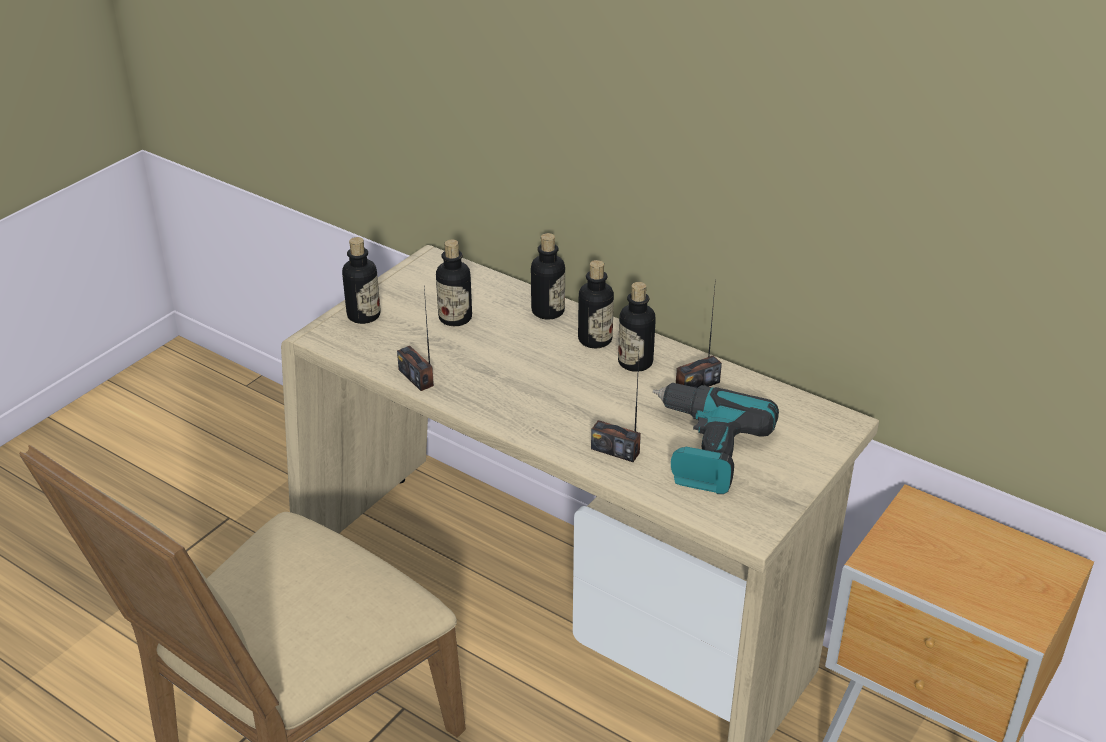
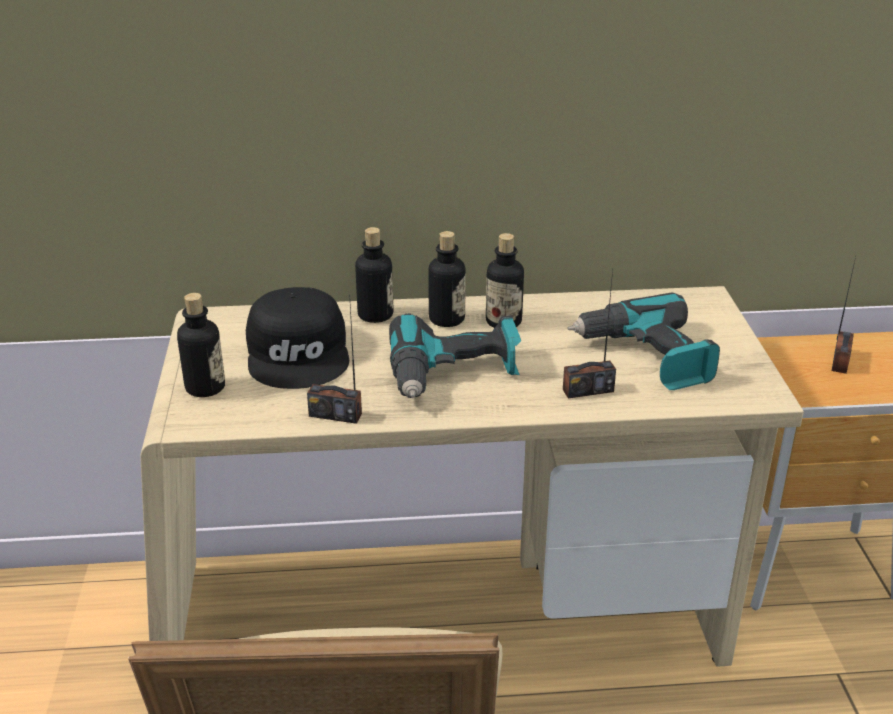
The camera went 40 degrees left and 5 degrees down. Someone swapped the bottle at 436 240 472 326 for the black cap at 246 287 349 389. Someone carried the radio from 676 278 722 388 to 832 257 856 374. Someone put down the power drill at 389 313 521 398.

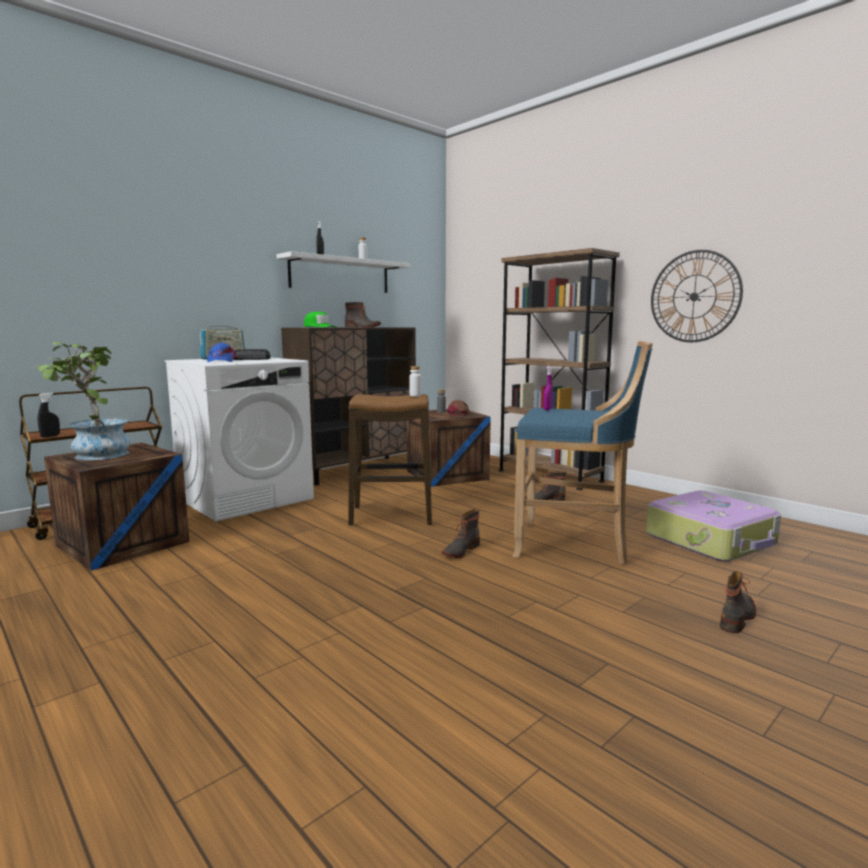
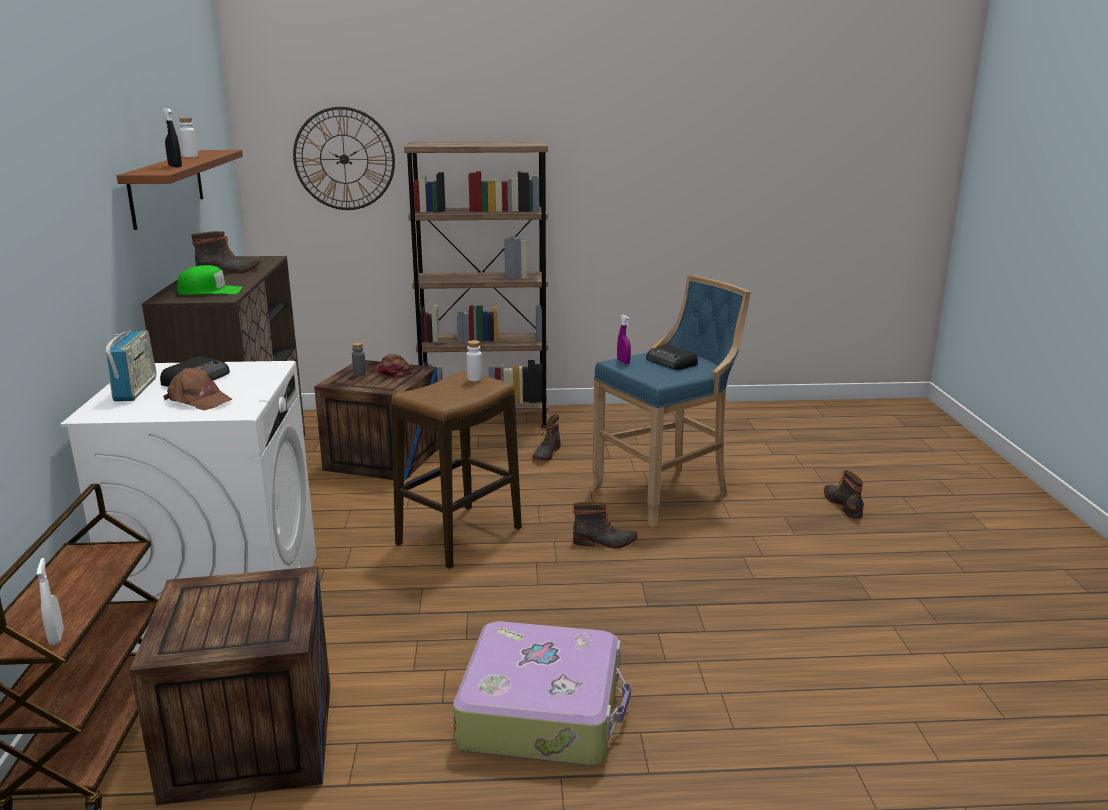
The camera went 50 degrees left and 10 degrees up. Someone took away the potted plant at 36 342 131 460. Someone repainted the black spray bottle at 38 393 60 438, which became the white spray bottle at 37 558 64 645. Someone repainted the blue cap at 207 342 237 362, which became the brown cap at 163 368 233 410. Someone repainted the white shelf at 277 251 410 293, which became the brown shelf at 117 150 243 230. Someone rotated the boot at 442 509 480 558 by 75 degrees counterclockwise. Someone carried the suitcase from 646 491 781 562 to 453 621 631 766. Someone carried the wall clock from 651 250 743 342 to 293 107 395 210. Someone put down the radio at 646 344 698 370.

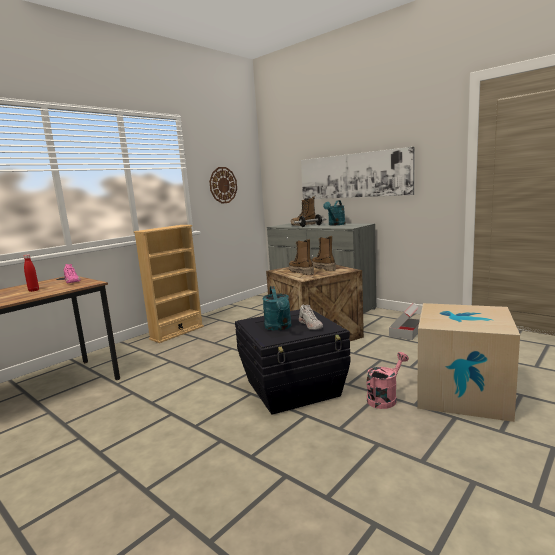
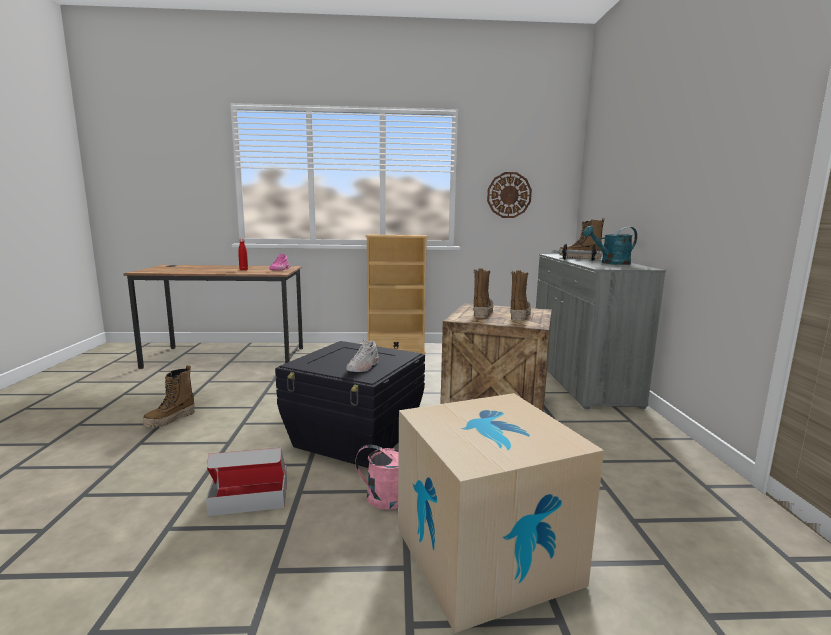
The camera went 45 degrees right and 0 degrees up. Someone took away the turquoise watering can at 262 286 292 331. Someone took away the picture at 301 147 414 199. Someone carried the cardboard box from 389 303 420 340 to 206 448 287 516. Someone put down the boot at 143 365 195 428.

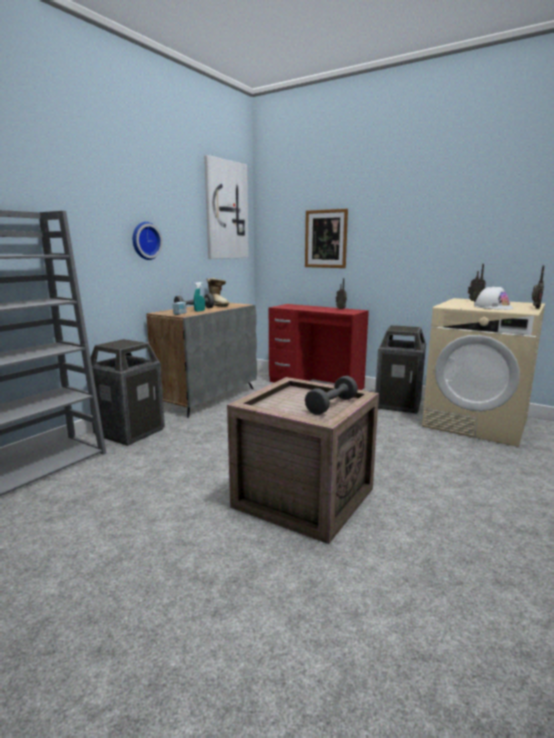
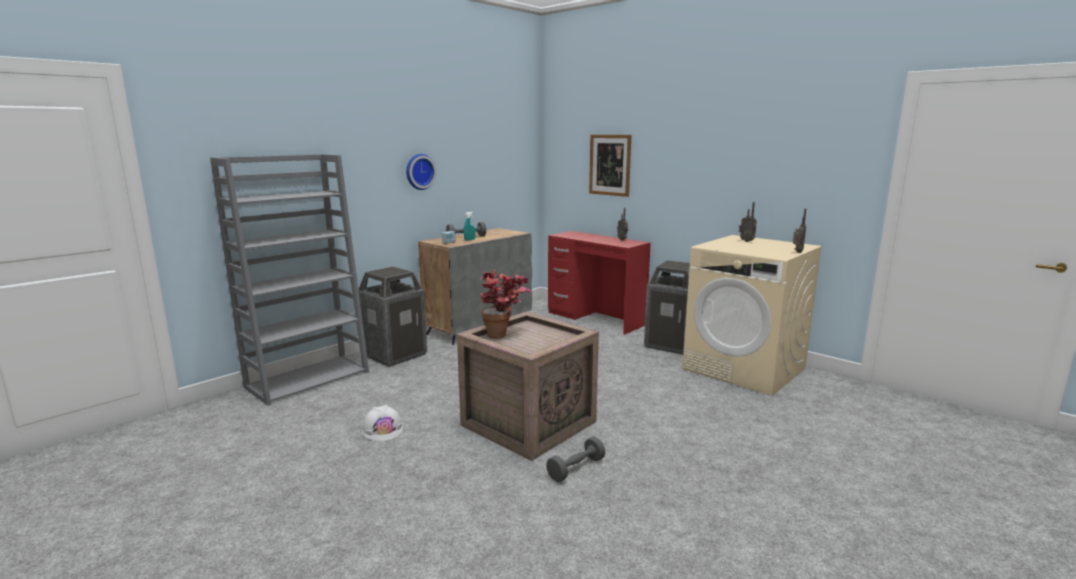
The camera went 10 degrees right and 0 degrees up. Someone took away the picture at 204 155 249 259. Someone took away the boot at 206 278 229 307. Someone carried the grey dumbbell from 305 376 358 415 to 546 437 605 482. Someone carried the white hard hat from 474 287 513 310 to 362 405 404 441. Someone put down the potted plant at 480 270 531 339.

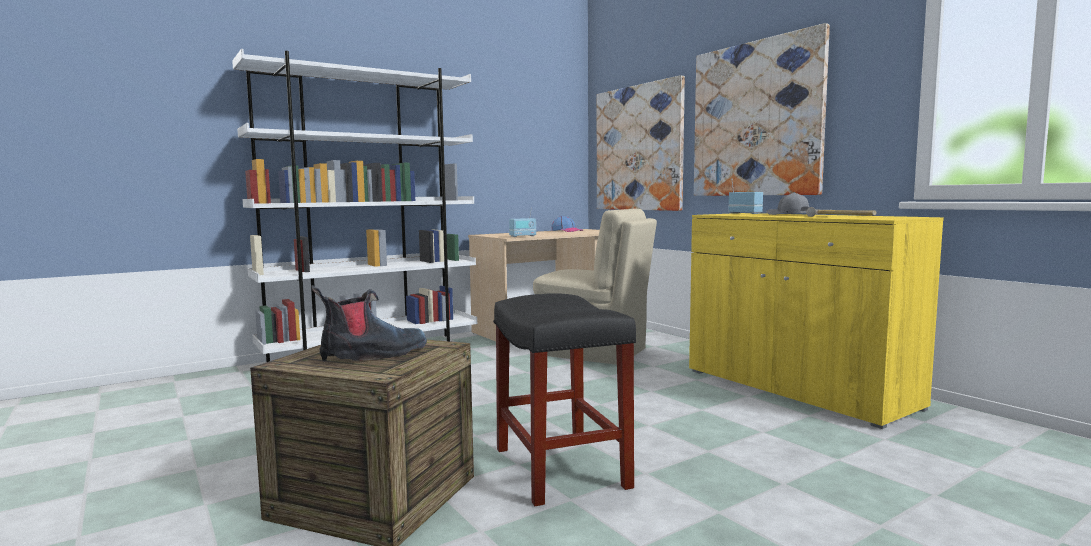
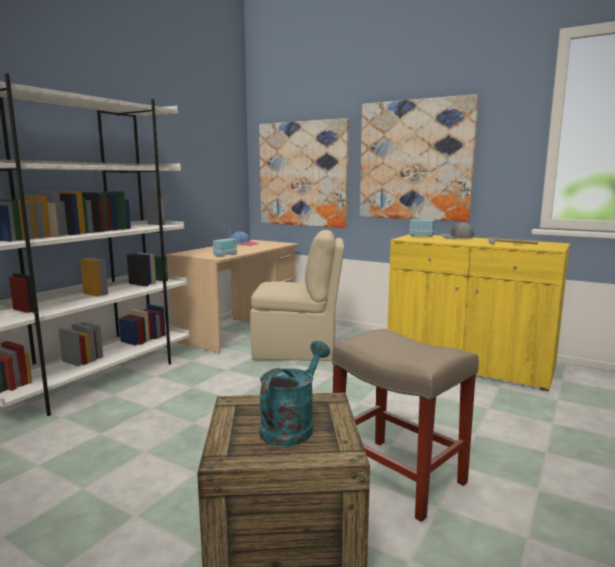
The camera went 25 degrees left and 5 degrees up. Someone swapped the boot at 311 285 427 362 for the turquoise watering can at 259 341 330 446. Someone repainted the black stool at 493 293 636 506, which became the beige stool at 332 329 479 522.

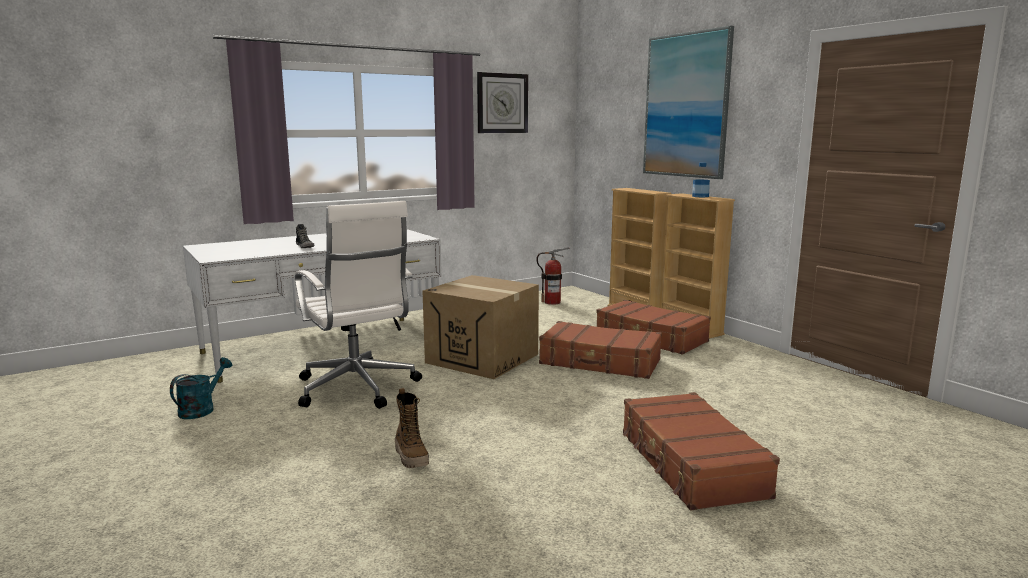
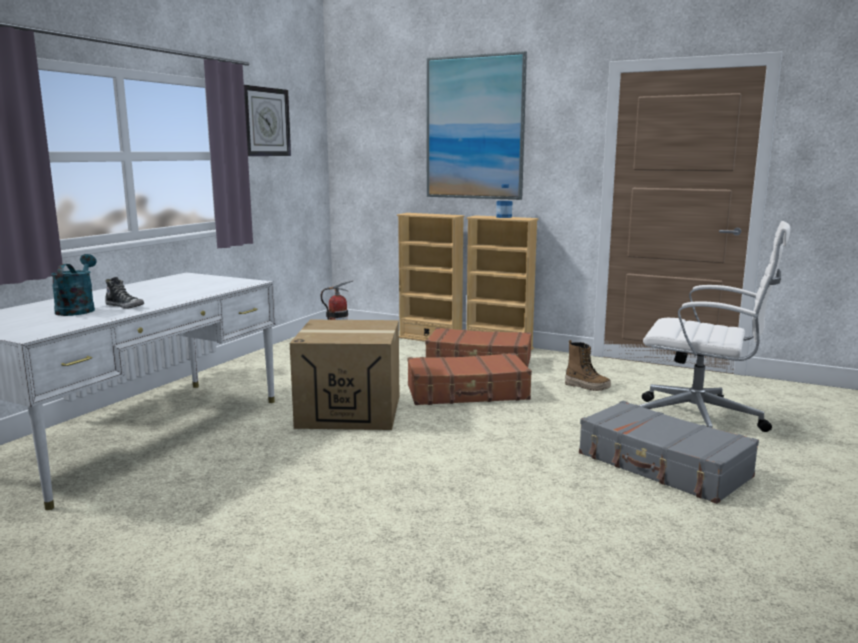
The camera went 30 degrees left and 0 degrees up. Someone carried the turquoise watering can from 170 357 232 419 to 51 254 96 316. Someone carried the white office chair from 295 201 422 409 to 639 221 790 432. Someone carried the boot from 395 388 429 468 to 565 340 611 391. Someone repainted the brown suitcase at 623 392 780 510, which became the grey suitcase at 579 401 759 504.

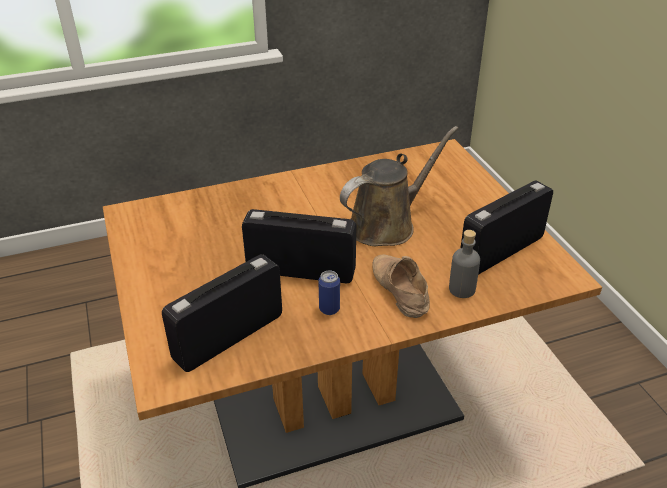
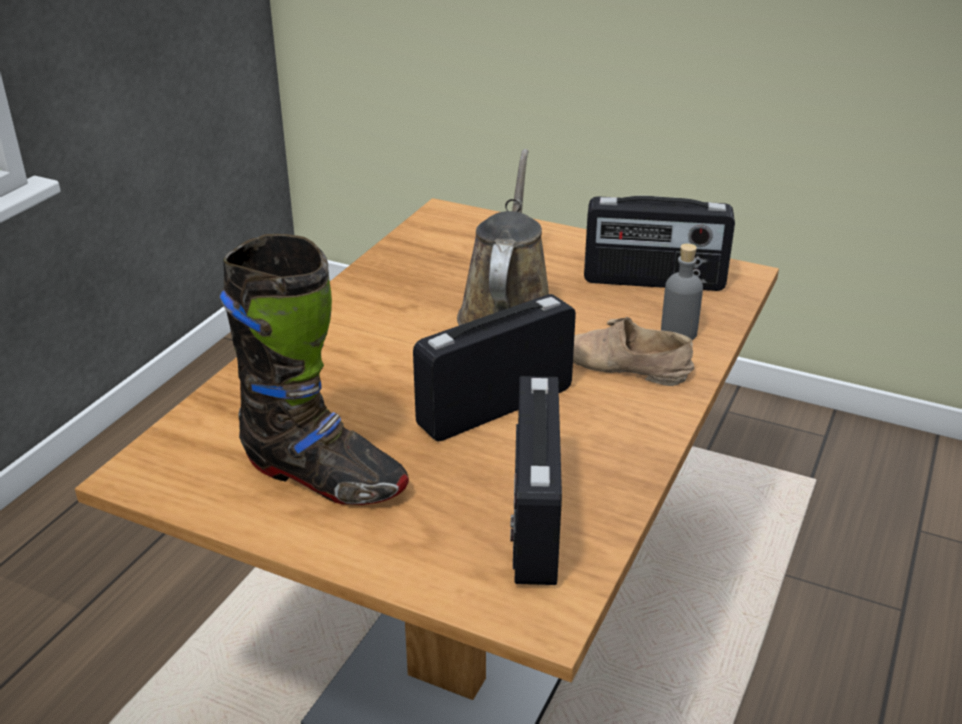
The camera went 45 degrees left and 5 degrees down. Someone took away the can at 318 270 340 315. Someone rotated the radio at 461 180 553 275 by 90 degrees counterclockwise. Someone put down the black boot at 220 234 409 505.

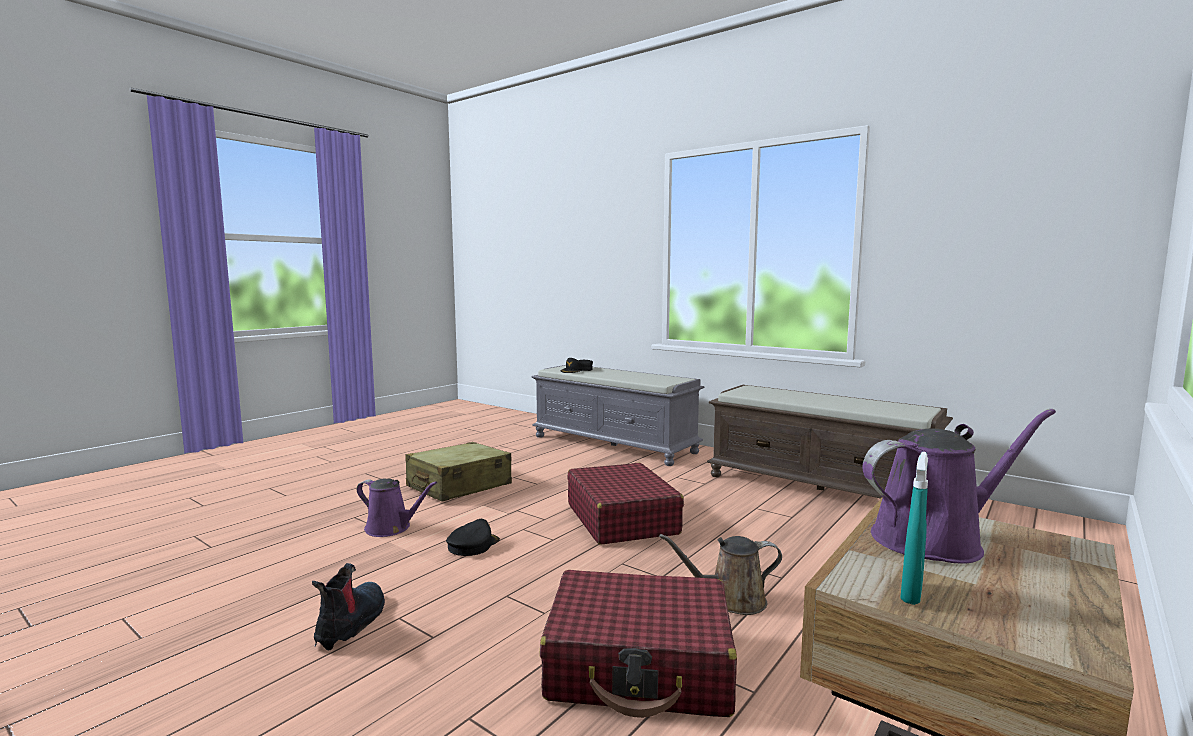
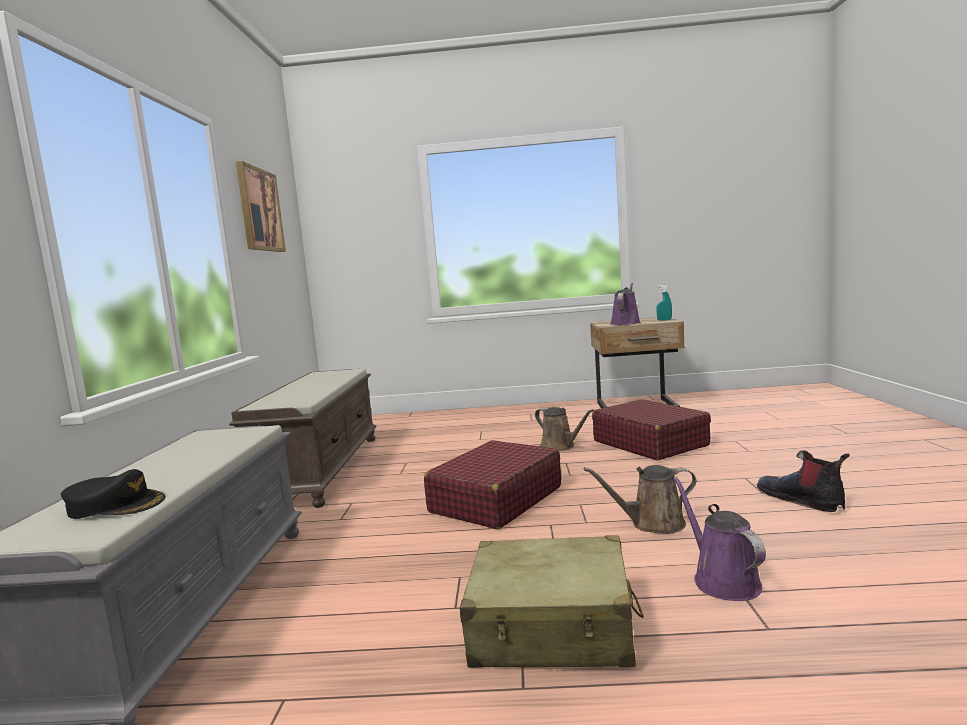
The camera went 125 degrees left and 0 degrees up. Someone rotated the boot at 312 563 385 650 by 90 degrees clockwise. Someone swapped the black cap at 446 519 500 556 for the brown watering can at 584 465 696 534. Someone rotated the purple watering can at 862 409 1056 564 by 75 degrees clockwise. Someone put up the picture at 236 161 286 252.

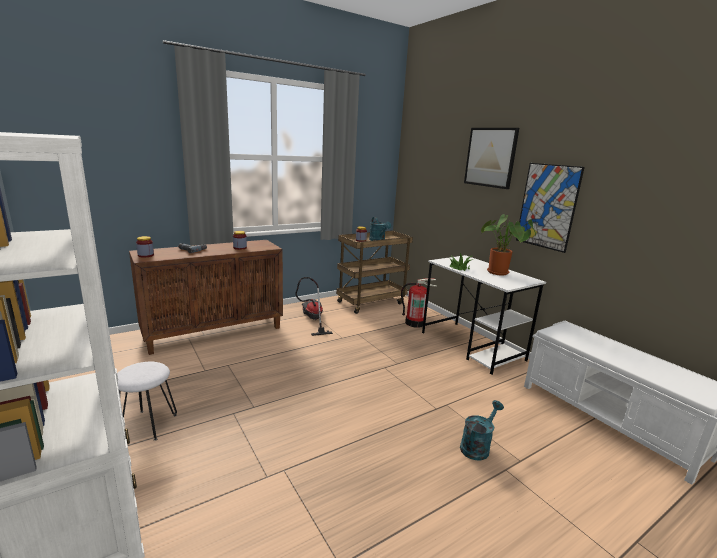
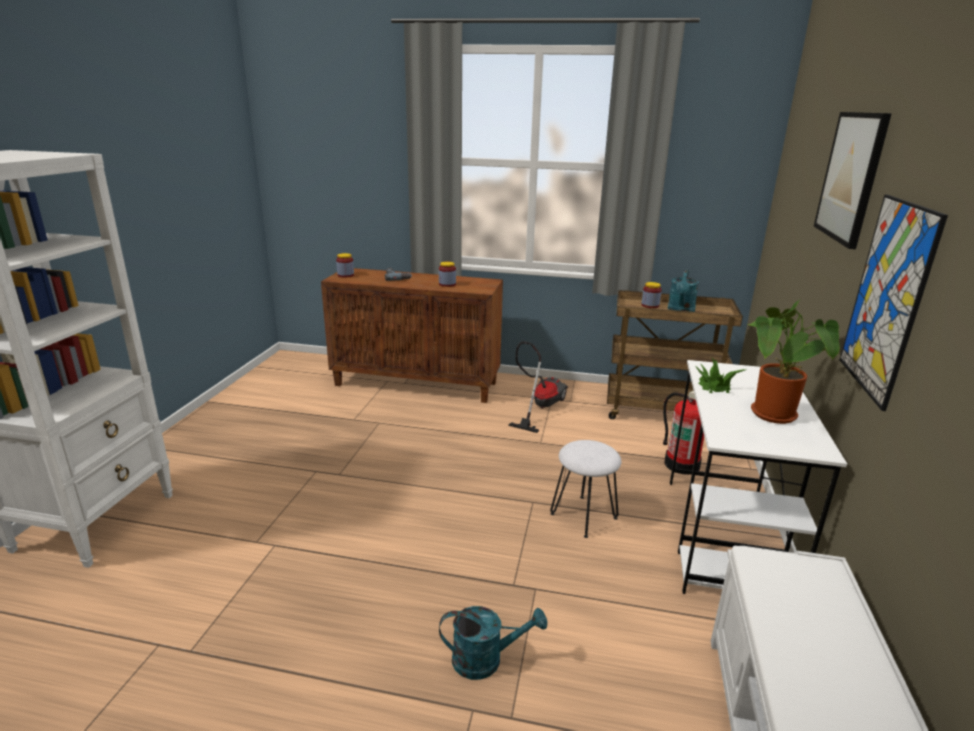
The camera went 45 degrees right and 5 degrees up. Someone carried the white stool from 117 362 177 441 to 550 440 621 538.

